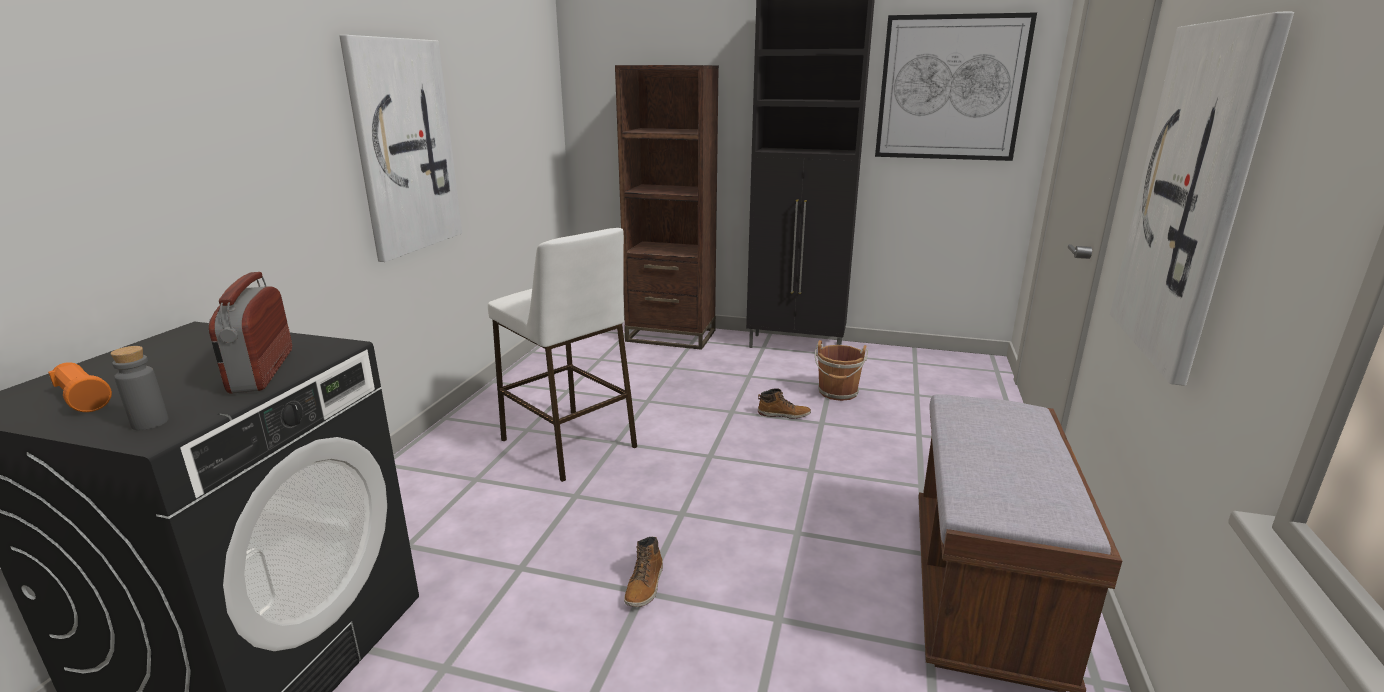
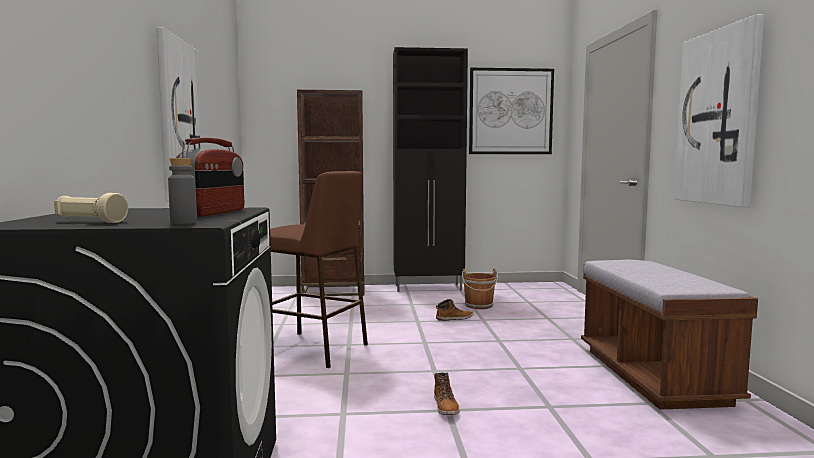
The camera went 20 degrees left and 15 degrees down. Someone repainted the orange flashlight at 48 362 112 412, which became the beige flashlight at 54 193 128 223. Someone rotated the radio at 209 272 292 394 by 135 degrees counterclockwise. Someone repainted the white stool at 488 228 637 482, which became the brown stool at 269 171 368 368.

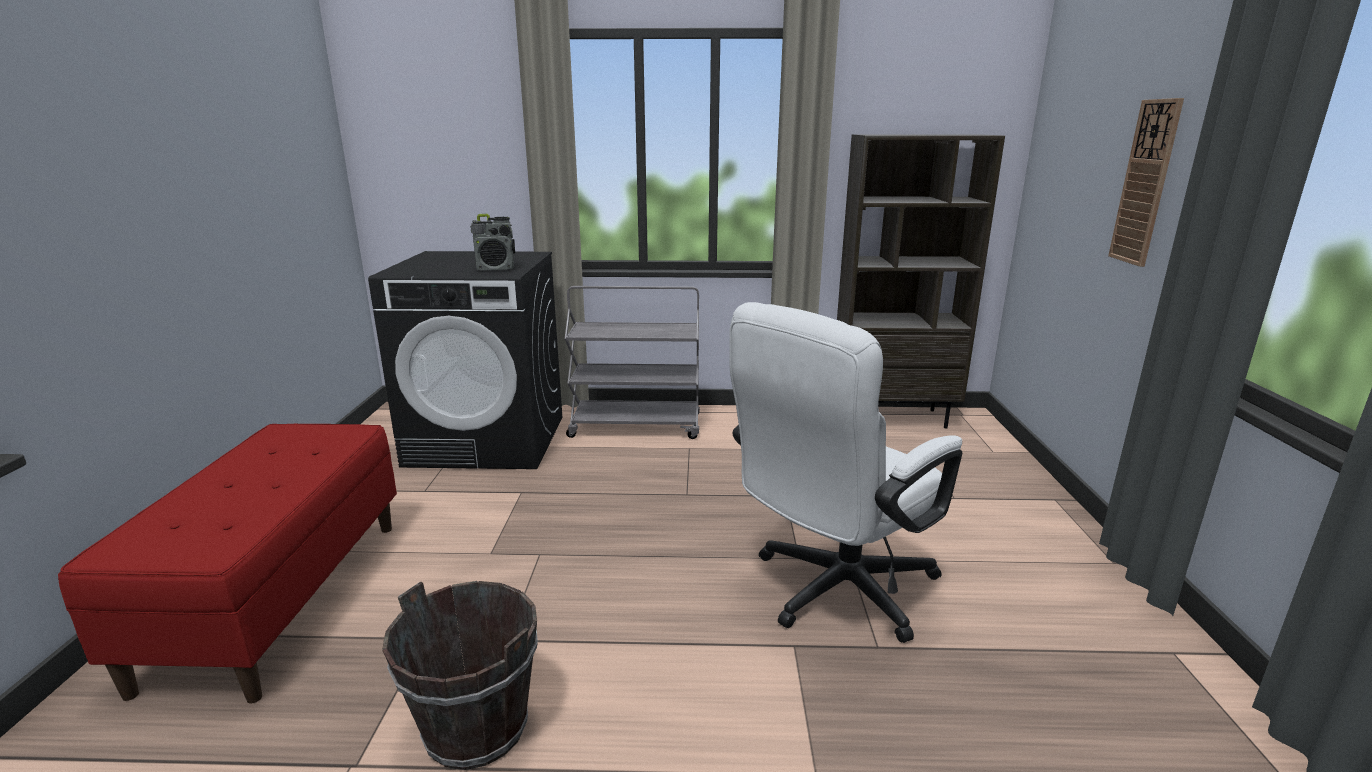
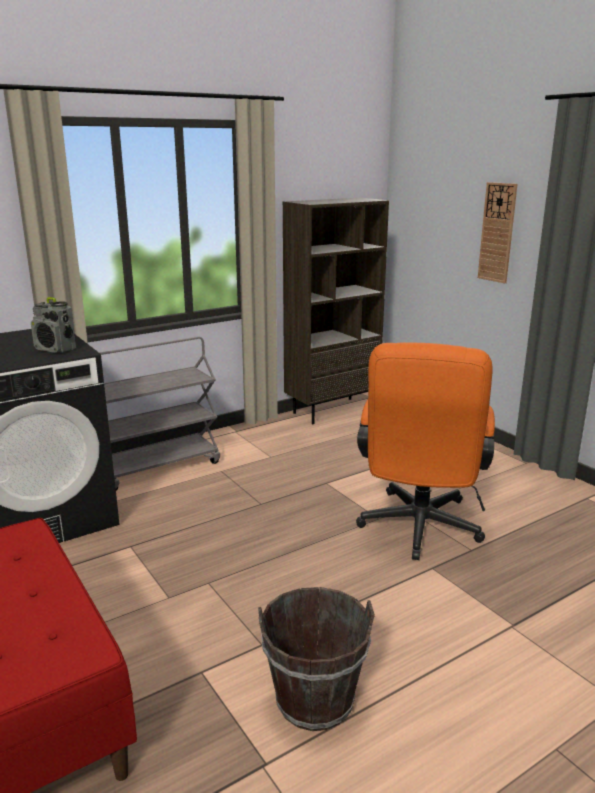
The camera went 35 degrees left and 0 degrees up. Someone rotated the radio at 470 214 515 271 by 75 degrees clockwise. Someone repainted the white office chair at 729 302 962 643, which became the orange office chair at 356 342 495 560.

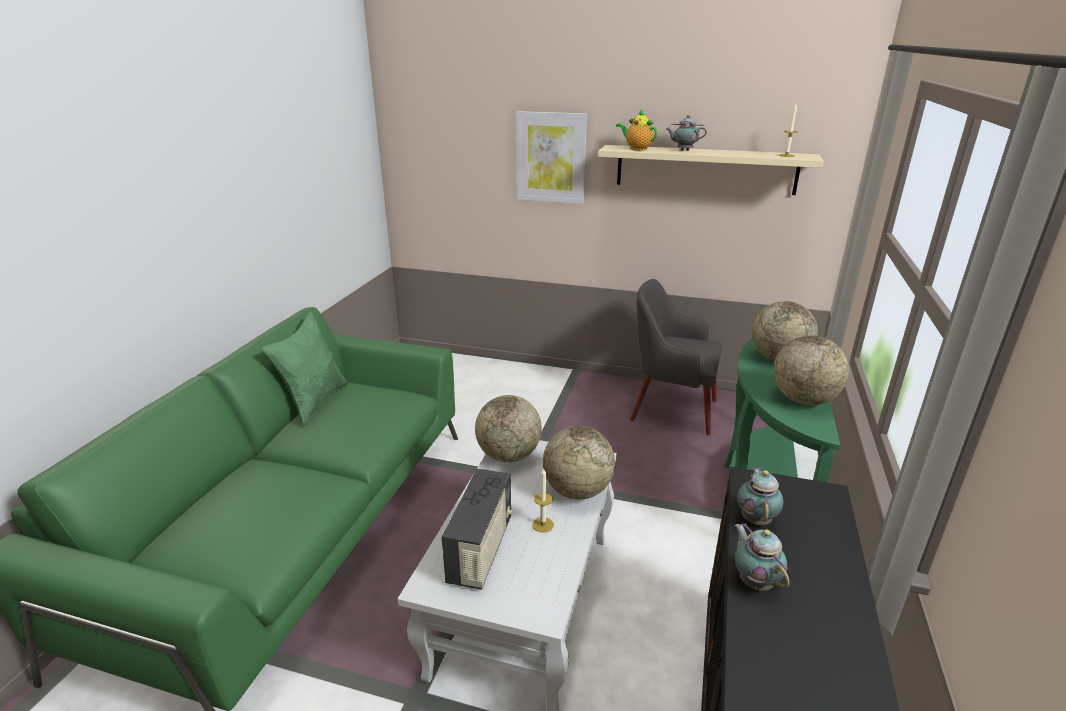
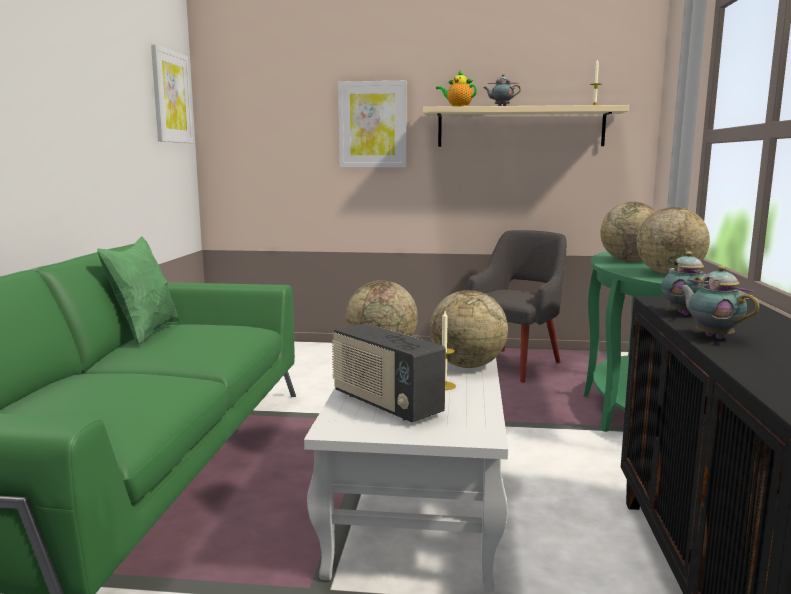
The camera went 10 degrees left and 15 degrees down. Someone rotated the radio at 441 469 513 590 by 135 degrees clockwise. Someone rotated the grey armchair at 630 279 722 436 by 120 degrees clockwise. Someone put up the picture at 151 44 193 143.

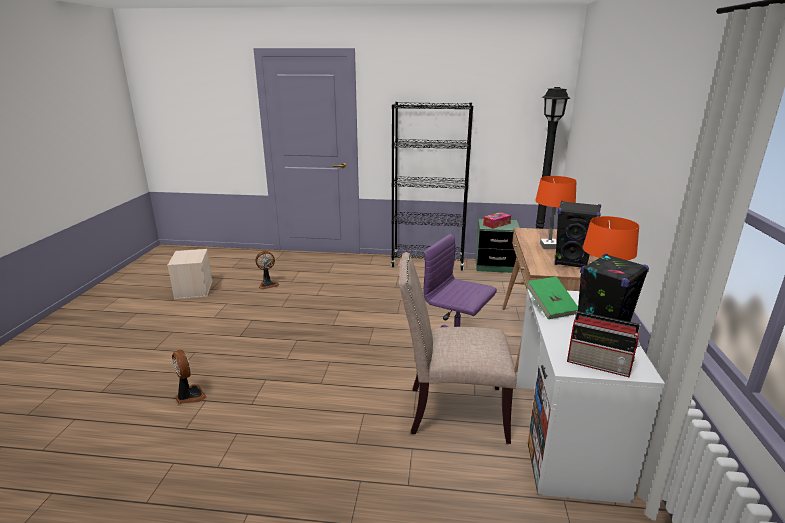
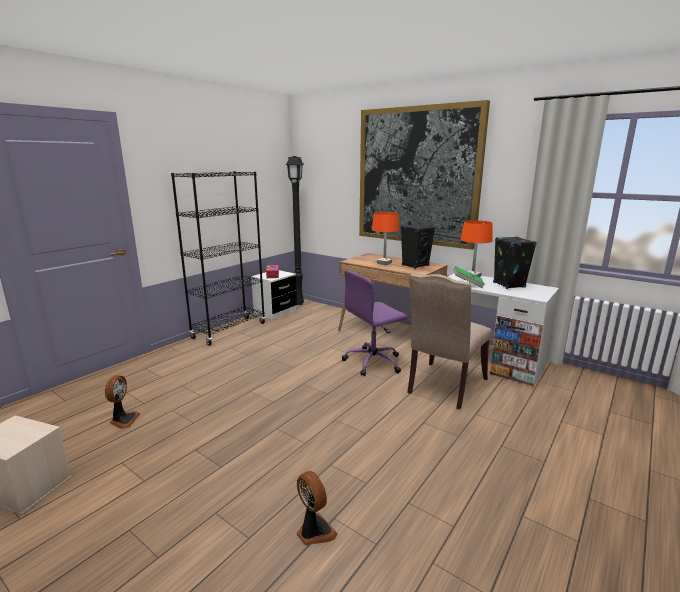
The camera went 60 degrees left and 5 degrees down. Someone rotated the fan at 172 350 207 404 by 60 degrees clockwise. Someone repainted the green nightstand at 475 219 520 273, which became the white nightstand at 251 270 297 320. Someone took away the radio at 567 311 641 378. Someone put up the picture at 359 100 490 250.

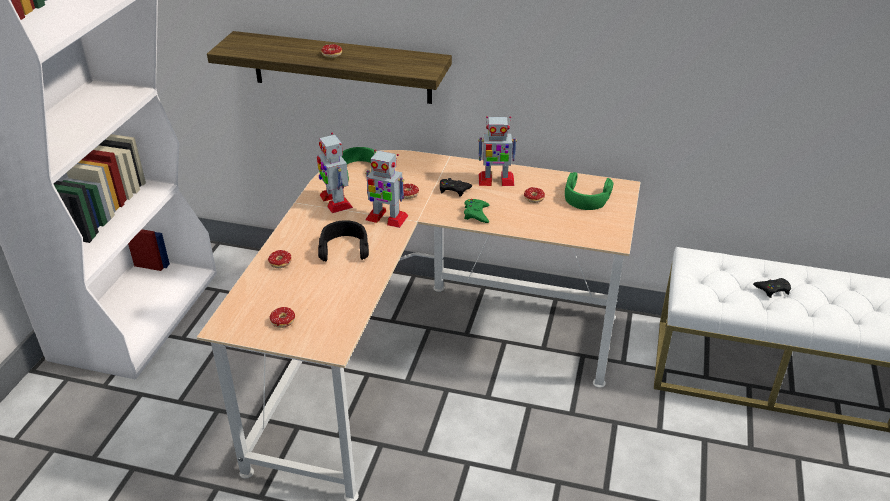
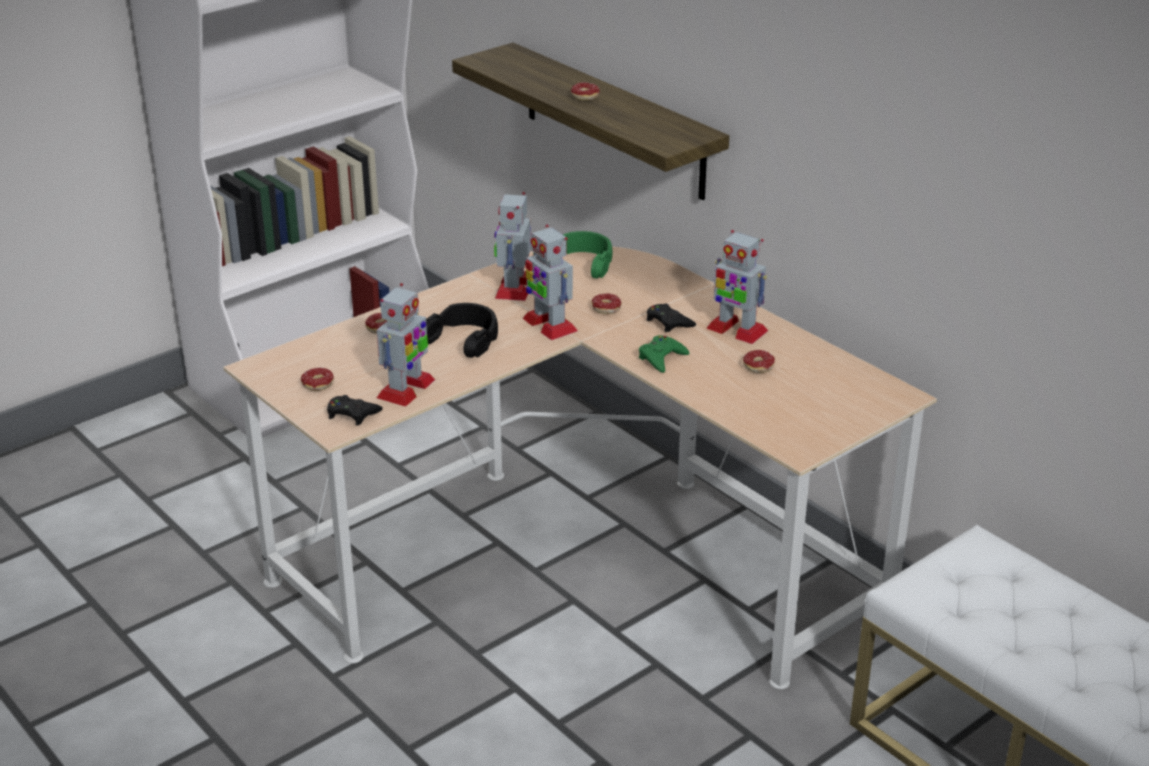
The camera went 35 degrees right and 5 degrees down. Someone took away the green headphones at 565 172 613 210. Someone carried the black game controller from 753 278 791 298 to 327 395 383 426. Someone put down the toy robot at 377 283 435 407.

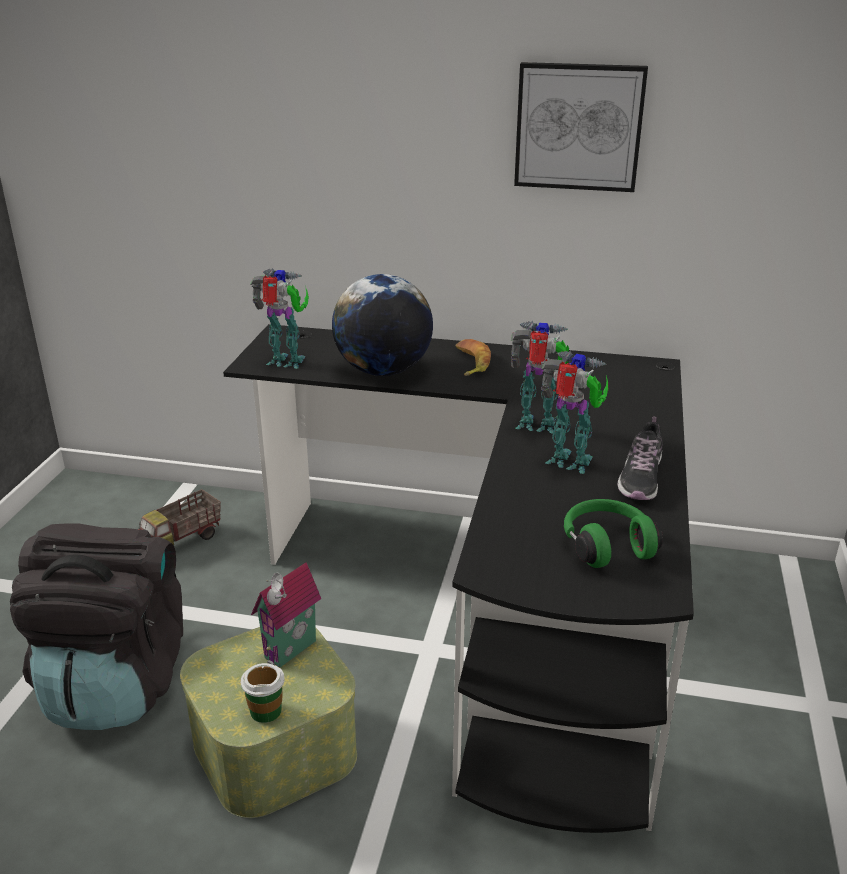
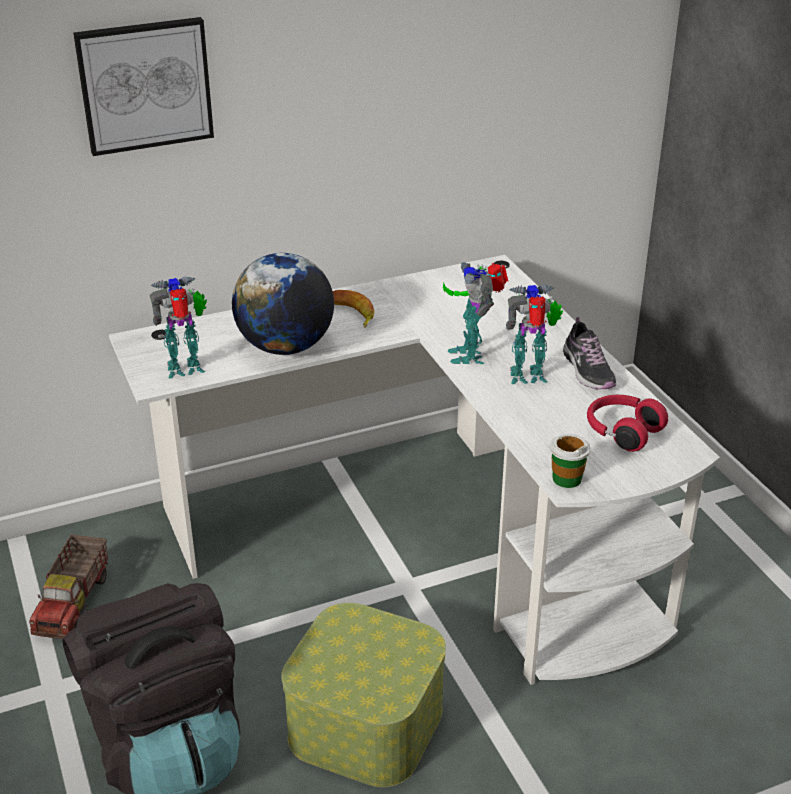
The camera went 35 degrees left and 5 degrees up. Someone repainted the black desk at 223 324 694 833, which became the white desk at 109 255 720 685. Someone carried the cup from 240 663 285 723 to 550 434 591 488. Someone took away the toy house at 251 562 321 668. Someone rotated the toy robot at 511 321 569 433 by 75 degrees counterclockwise. Someone carried the picture from 514 62 648 192 to 73 17 214 156. Someone repainted the green headphones at 564 499 663 568, which became the red headphones at 587 395 668 452.

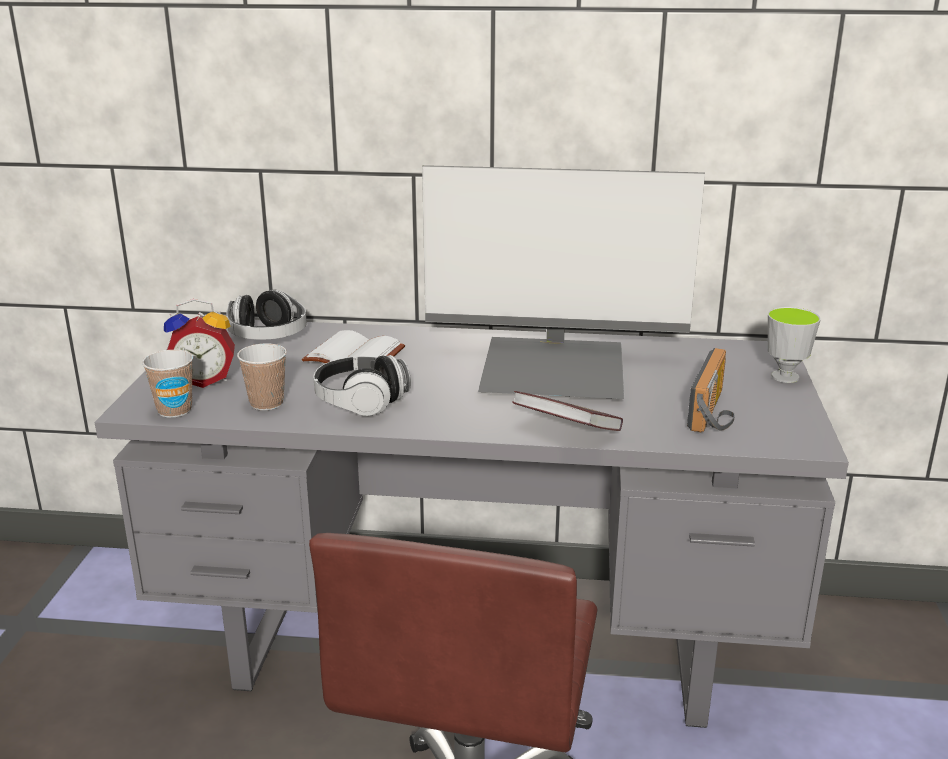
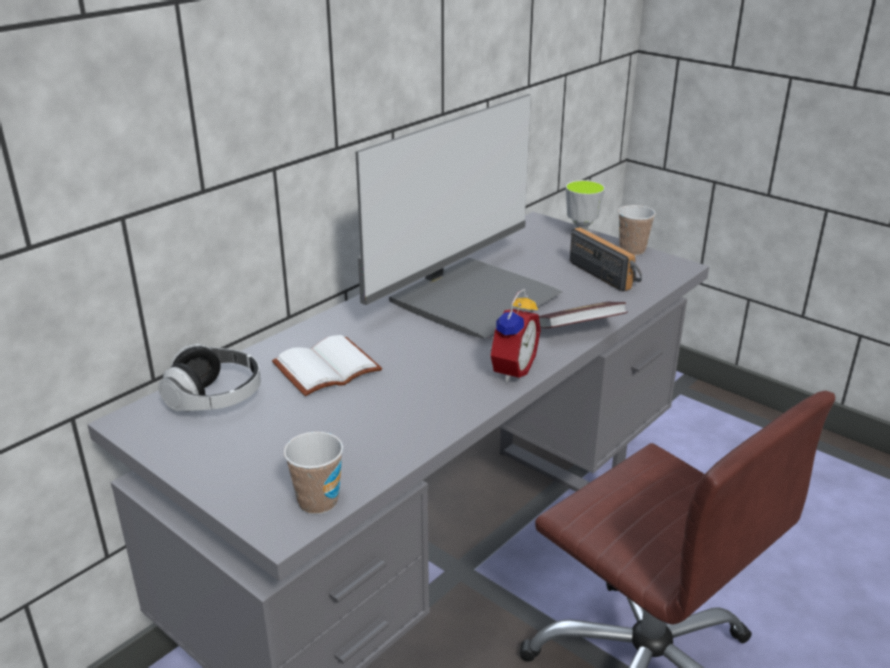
The camera went 55 degrees left and 5 degrees up. Someone carried the alarm clock from 164 299 235 388 to 485 289 541 383. Someone carried the cup from 237 343 287 411 to 618 205 656 256. Someone took away the headphones at 313 355 411 416.

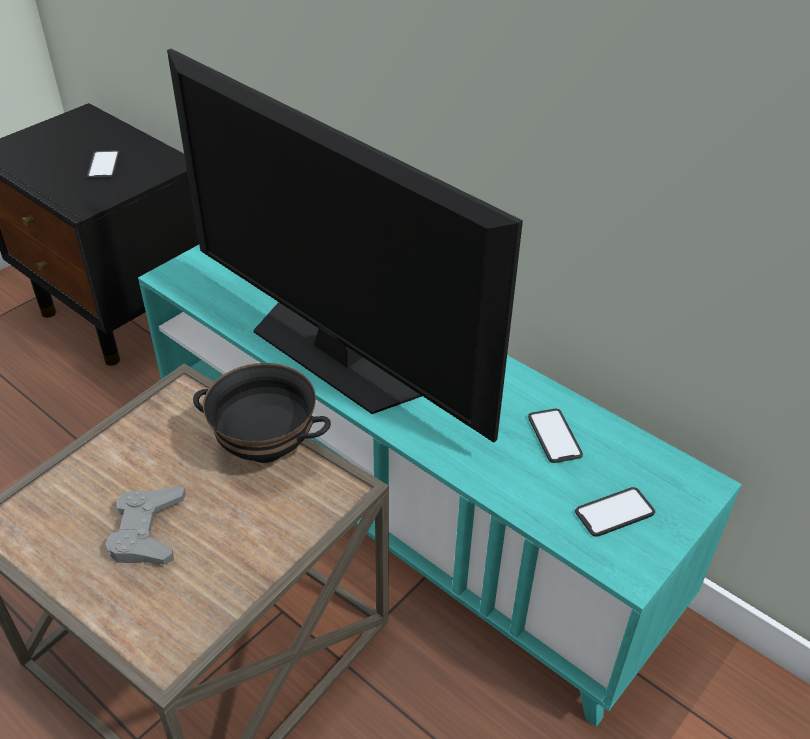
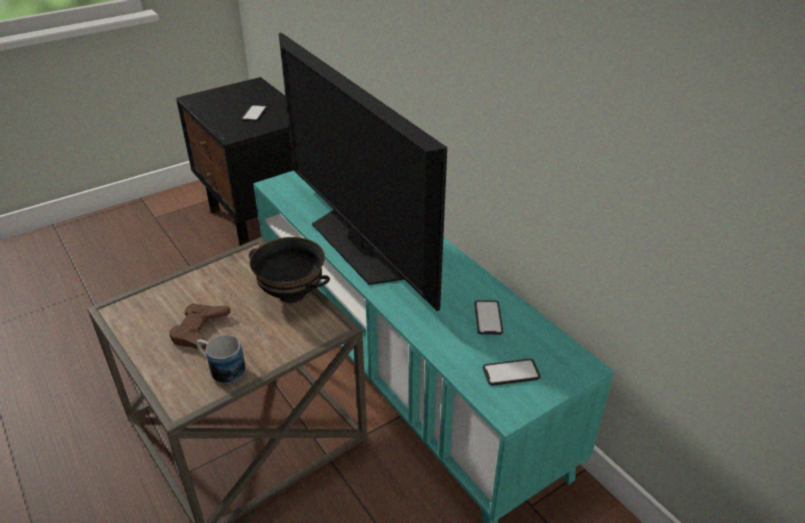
The camera went 15 degrees right and 5 degrees down. Someone repainted the grey game controller at 105 486 186 565, which became the brown game controller at 169 304 230 350. Someone put down the mug at 196 335 246 384.

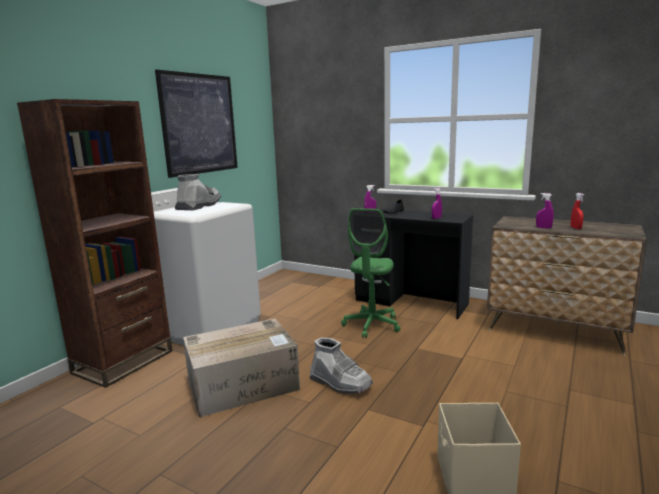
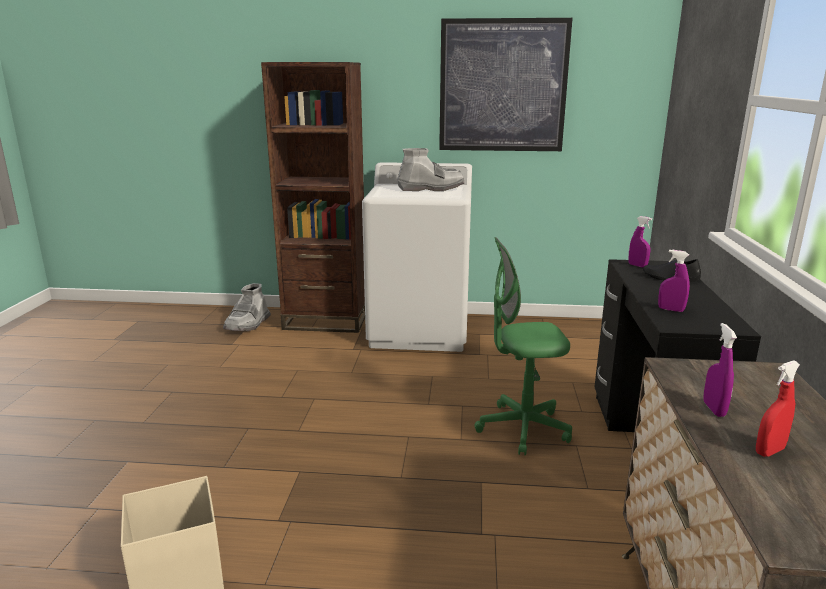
The camera went 65 degrees right and 5 degrees up. Someone took away the cardboard box at 183 319 300 417. Someone carried the grey boot from 310 337 373 394 to 223 283 271 331.

